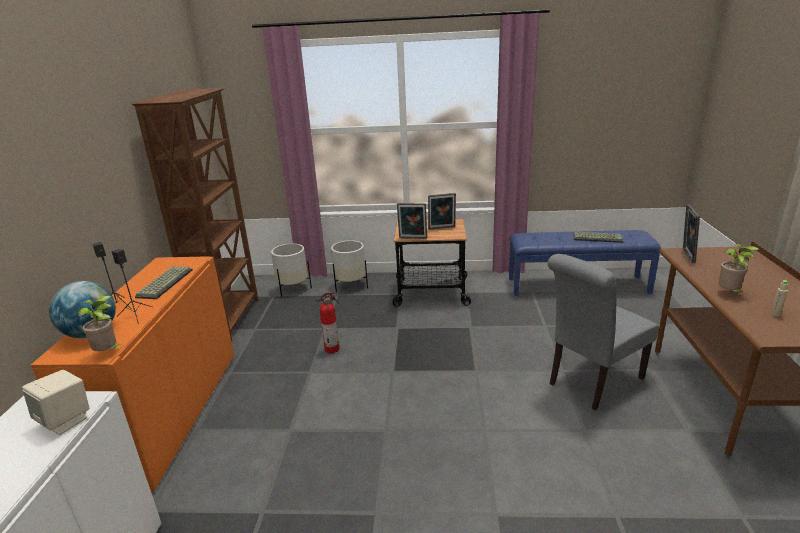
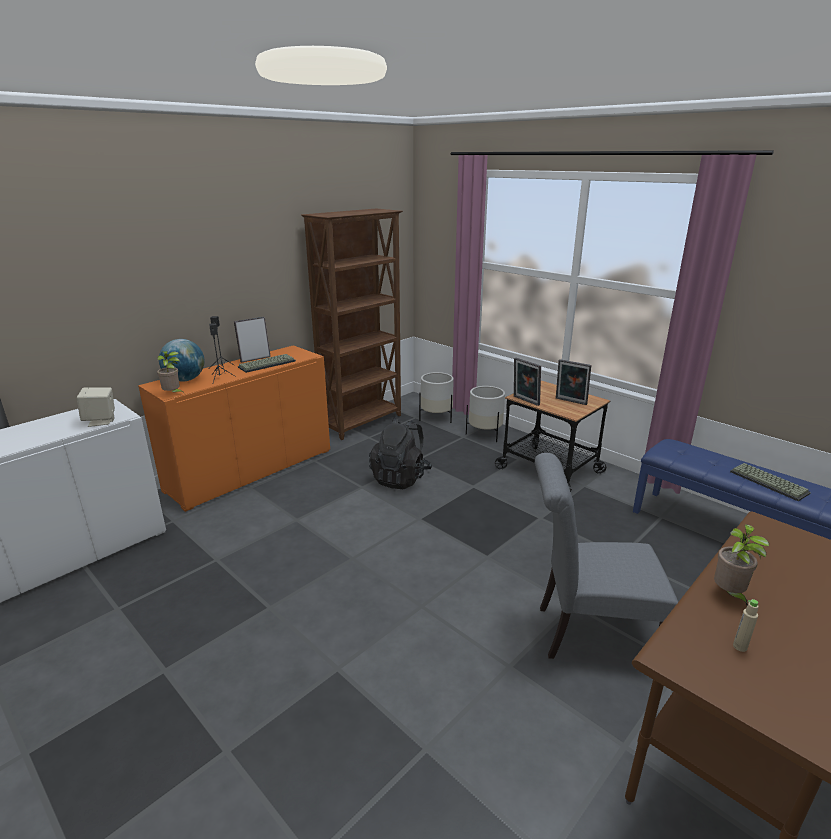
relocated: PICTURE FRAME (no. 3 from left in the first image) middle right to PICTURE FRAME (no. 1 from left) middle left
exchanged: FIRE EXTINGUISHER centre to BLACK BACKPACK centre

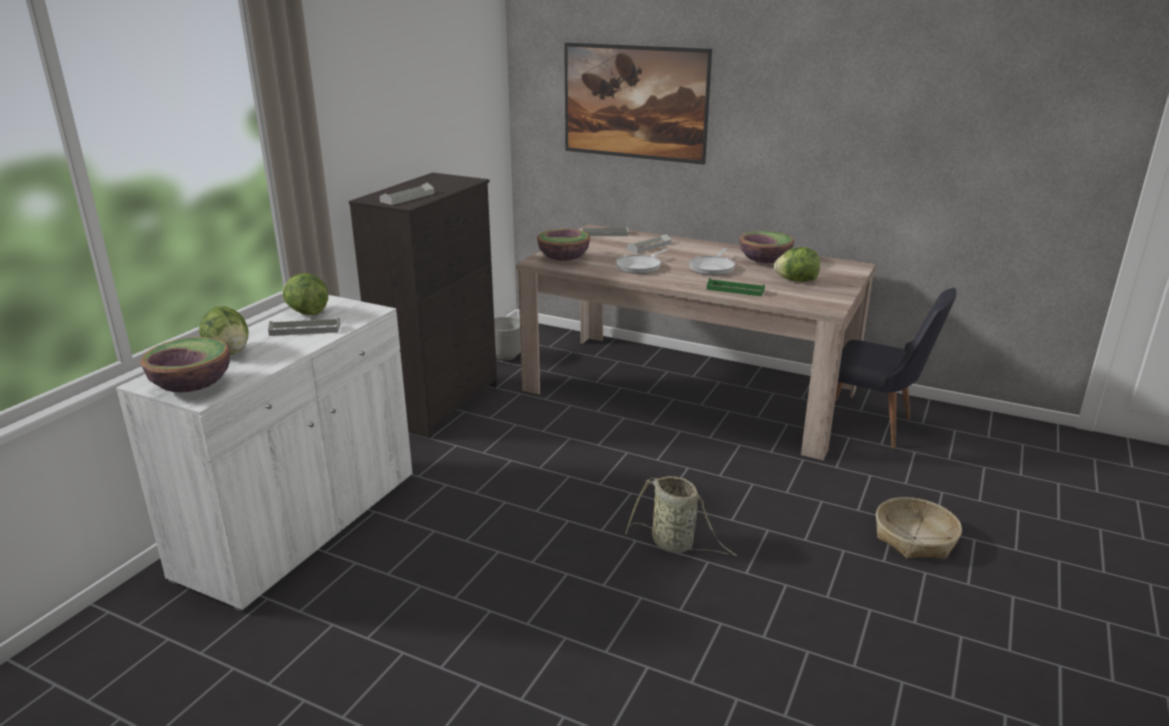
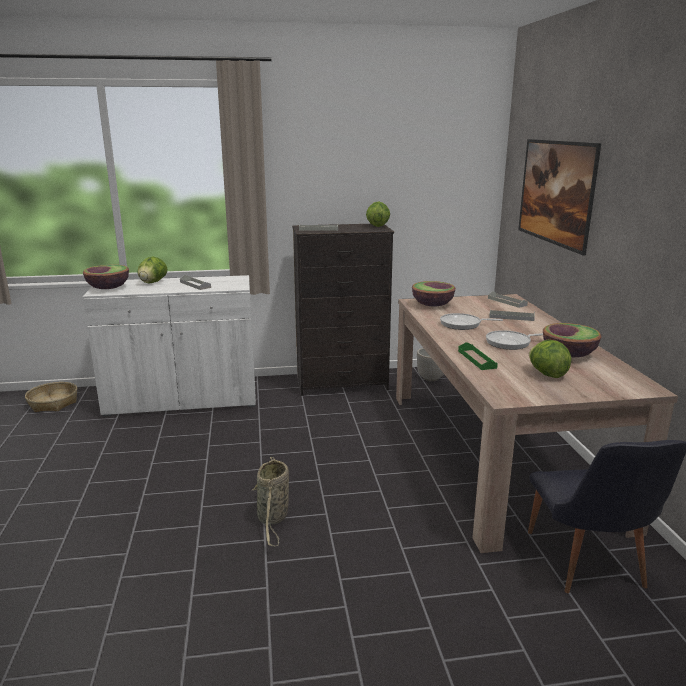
relocated: LETTUCE (no. 2 from left) middle left to top centre; BASKET (no. 2 from left in the first image) bottom right to BASKET (no. 1 from left) middle left

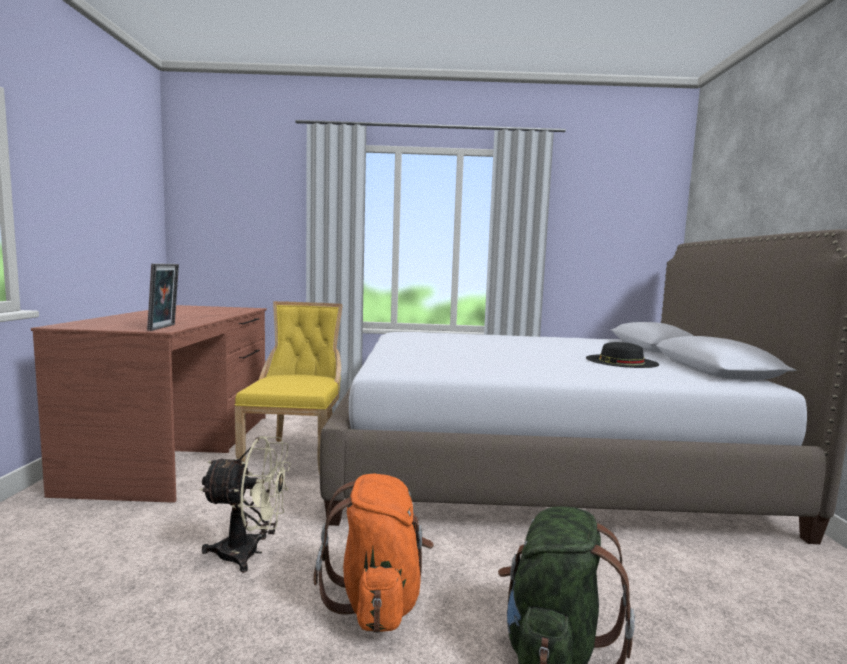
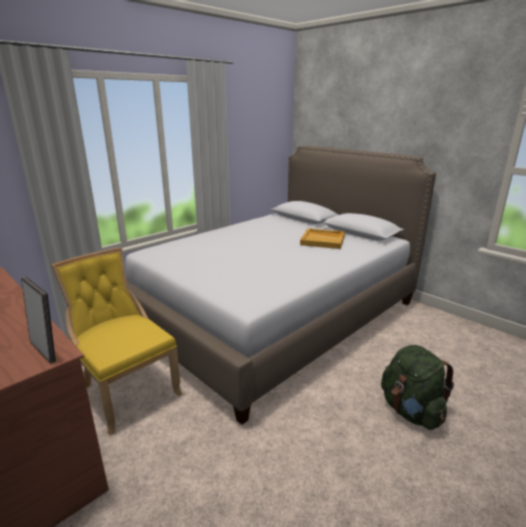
missing: BEIGE FAN bottom left; ORANGE BACKPACK bottom centre
exchanged: BLACK HAT middle right to BEIGE TRAY centre

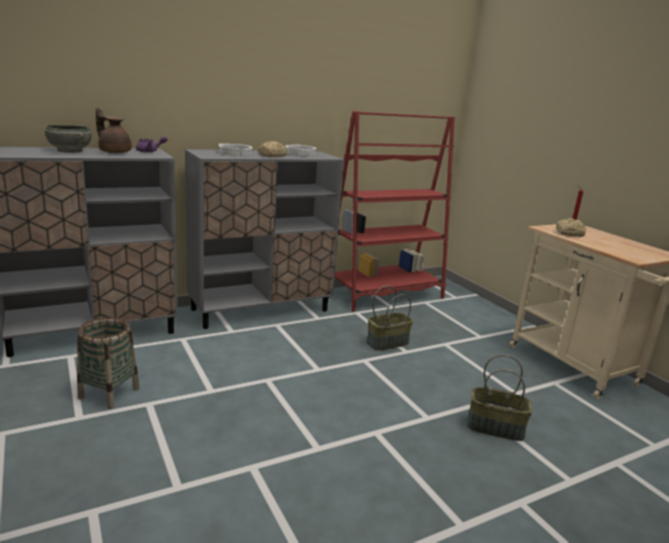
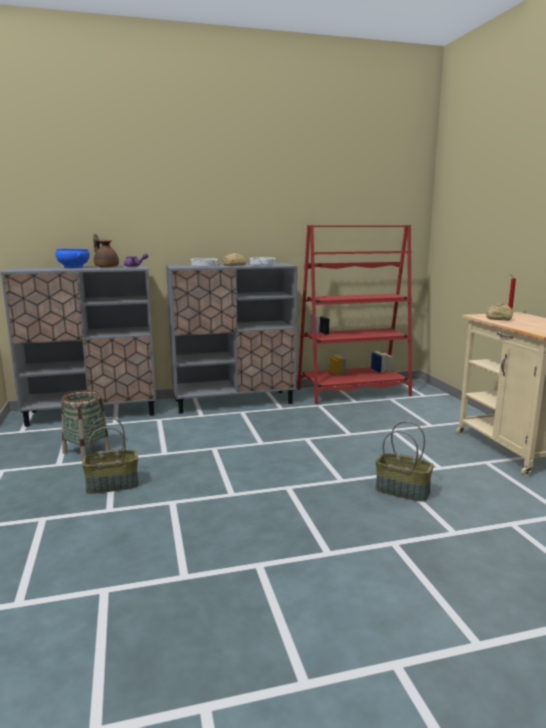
relocated: BASKET (no. 2 from left) centre to middle left
colour: GREY BOWL top left to BLUE BOWL middle left

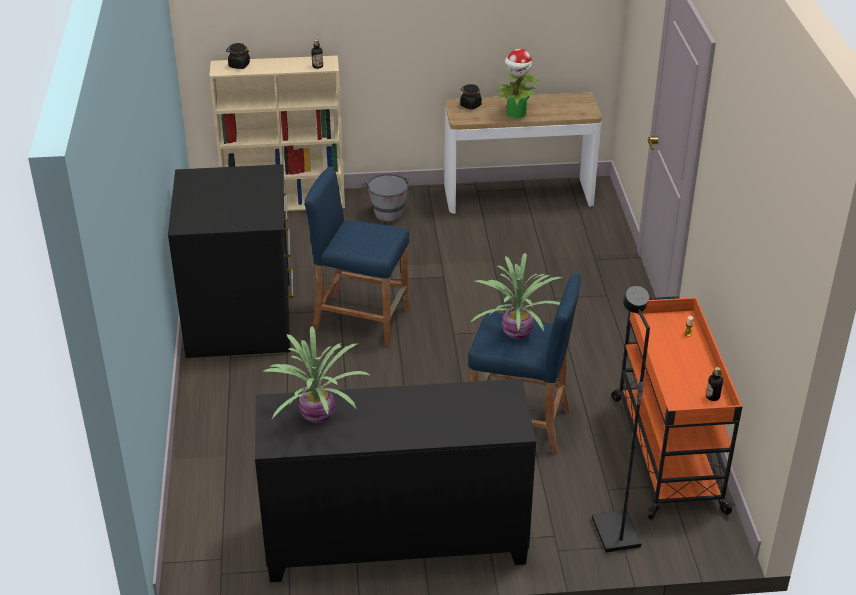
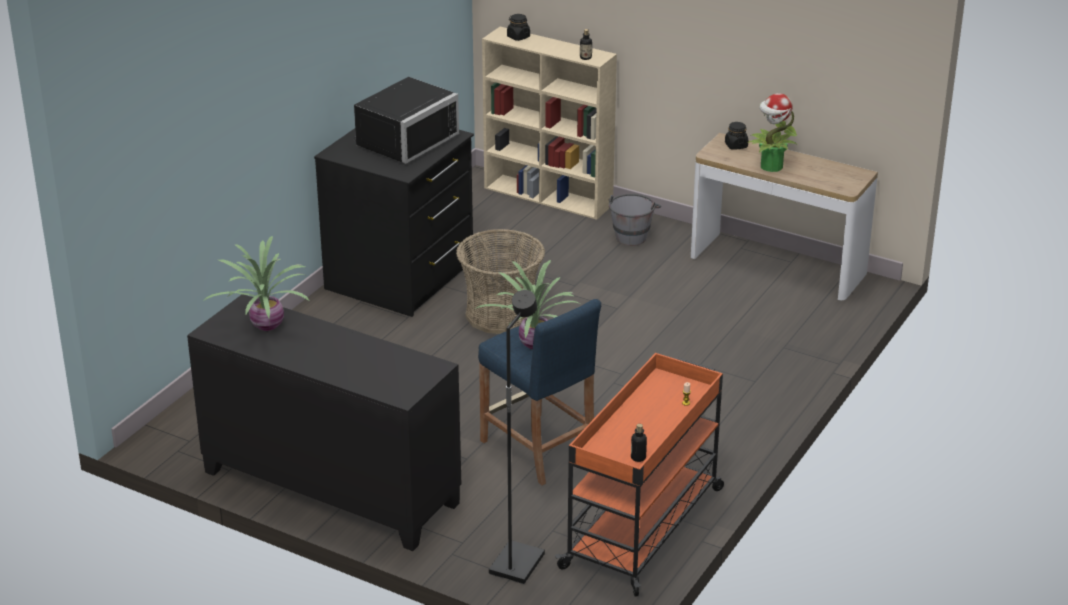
appeared: BLACK MICROWAVE top centre
exchanged: BLUE STOOL (no. 1 from left) centre to BASKET centre

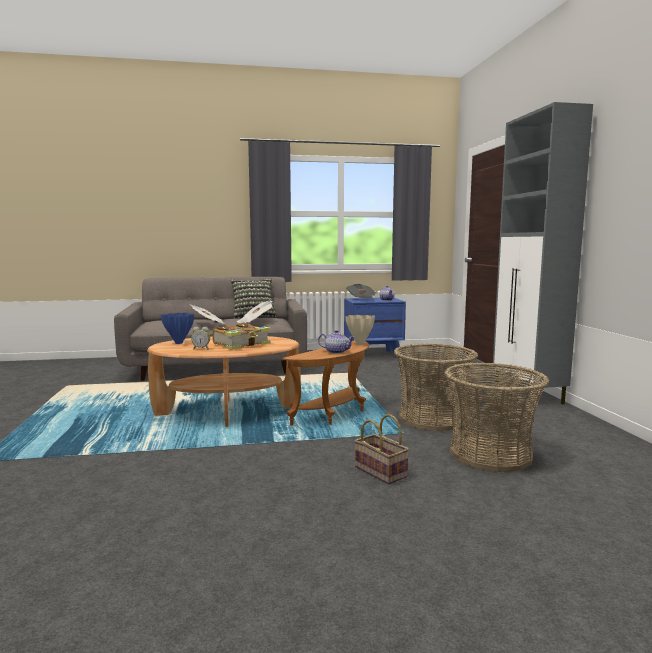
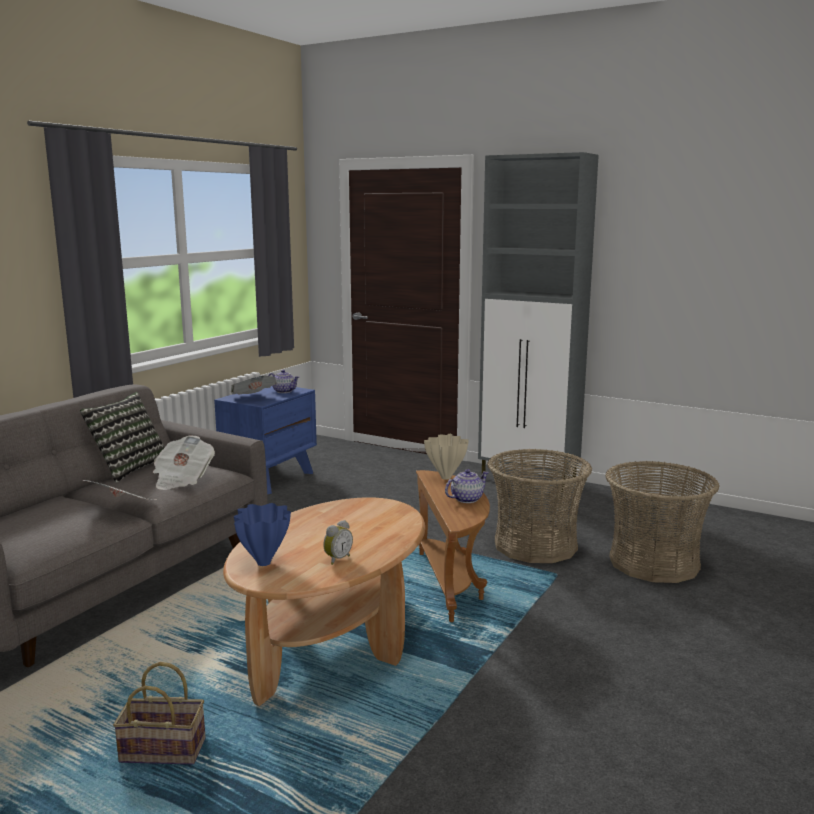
missing: BOOK centre
relocated: BASKET (no. 1 from left) bottom centre to bottom left

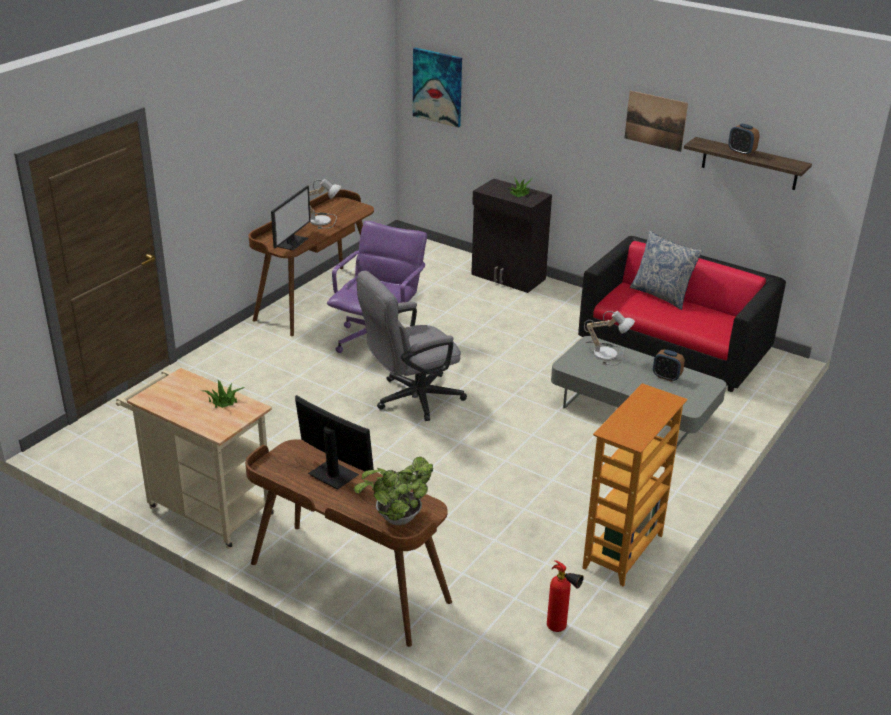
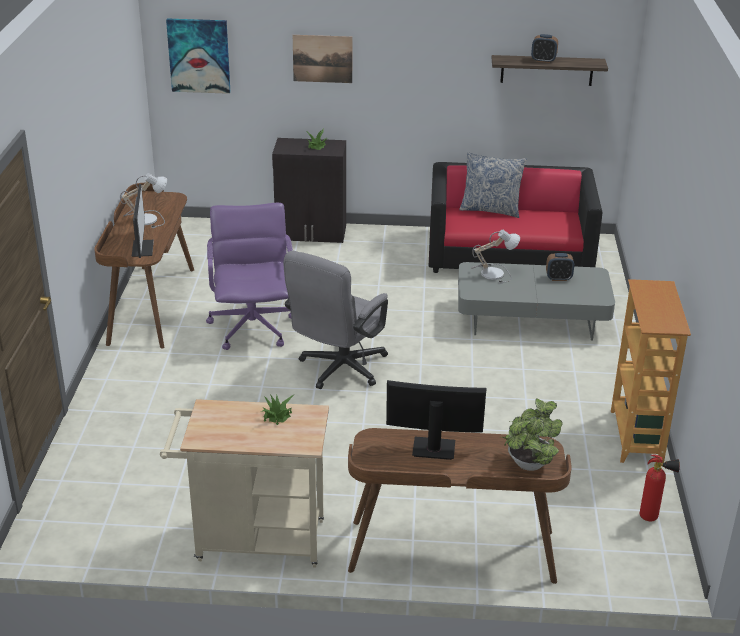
relocated: PICTURE (no. 2 from left) top right to top centre

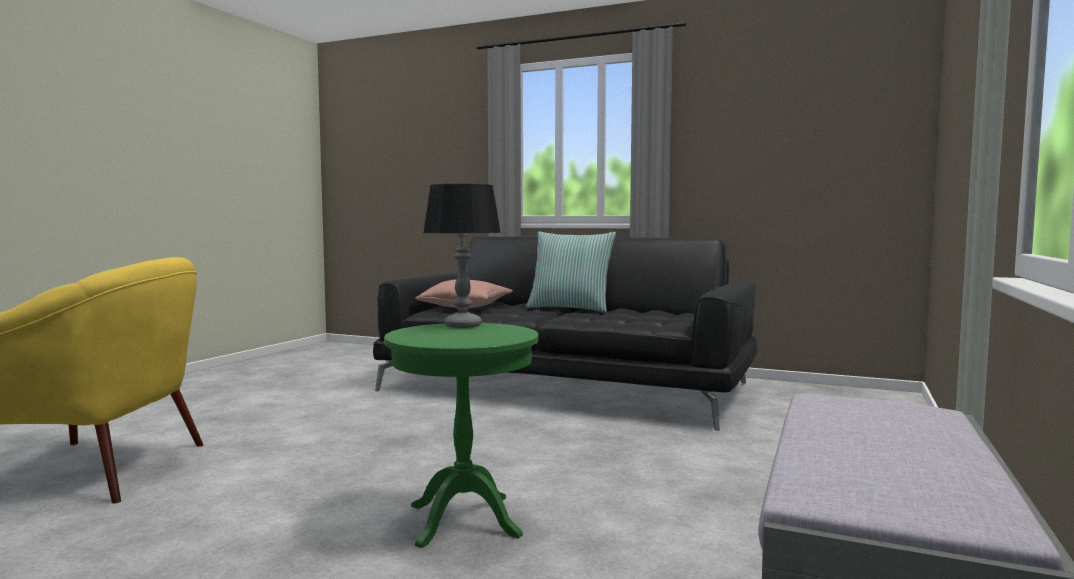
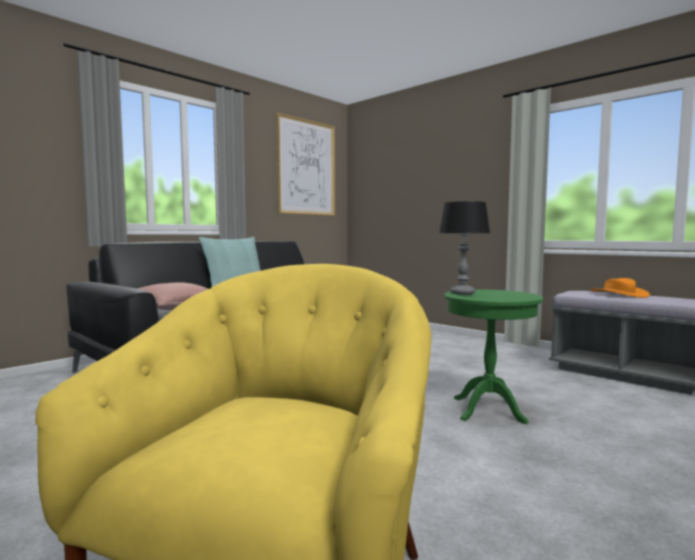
appeared: PICTURE top centre; ORANGE HAT middle right

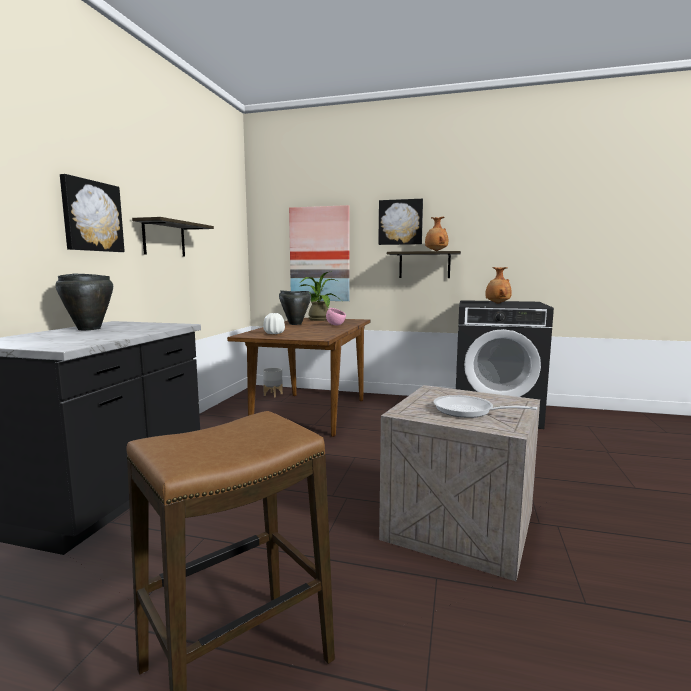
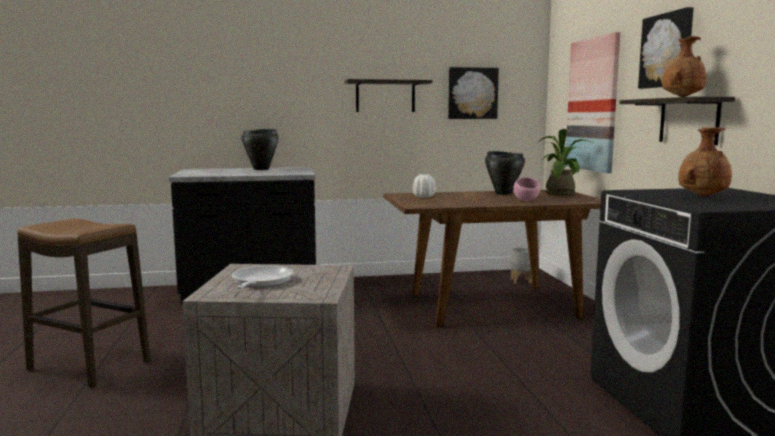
relocated: PICTURE (no. 1 from left) top left to top centre

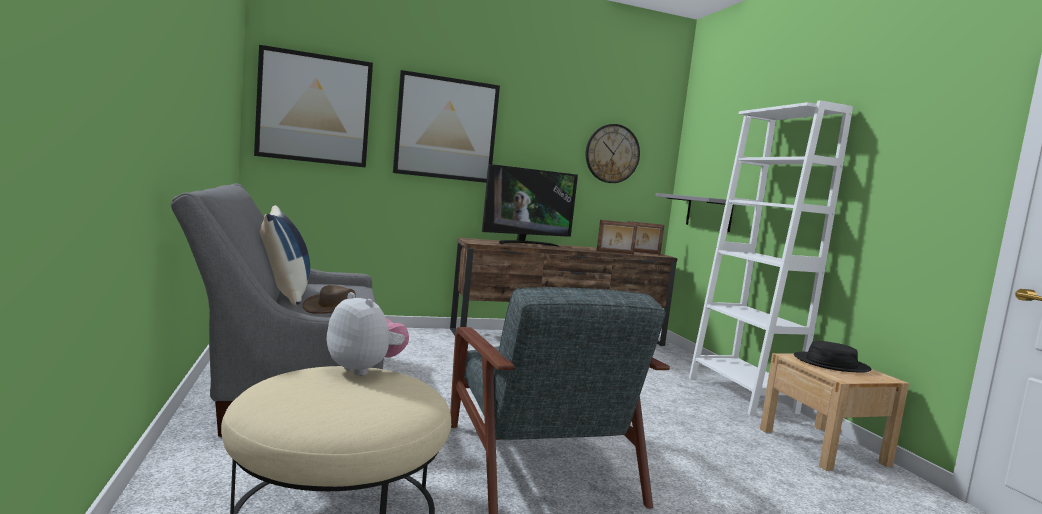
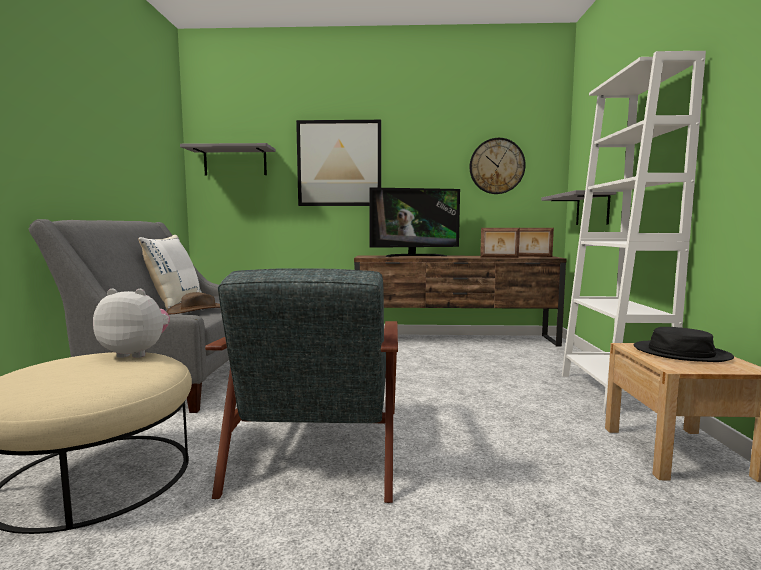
exchanged: PICTURE (no. 1 from left) top left to GREY SHELF (no. 1 from left) top left
colour: BLUE PILLOW middle left to WHITE PILLOW middle left
spun: PLUSH TOY centre = middle left 60 degrees counterclockwise

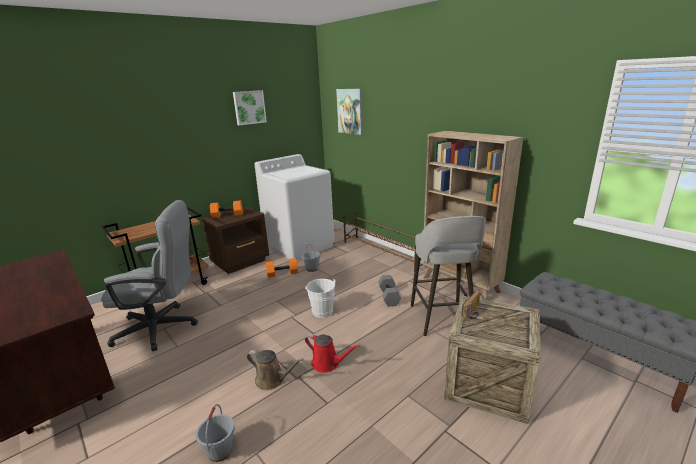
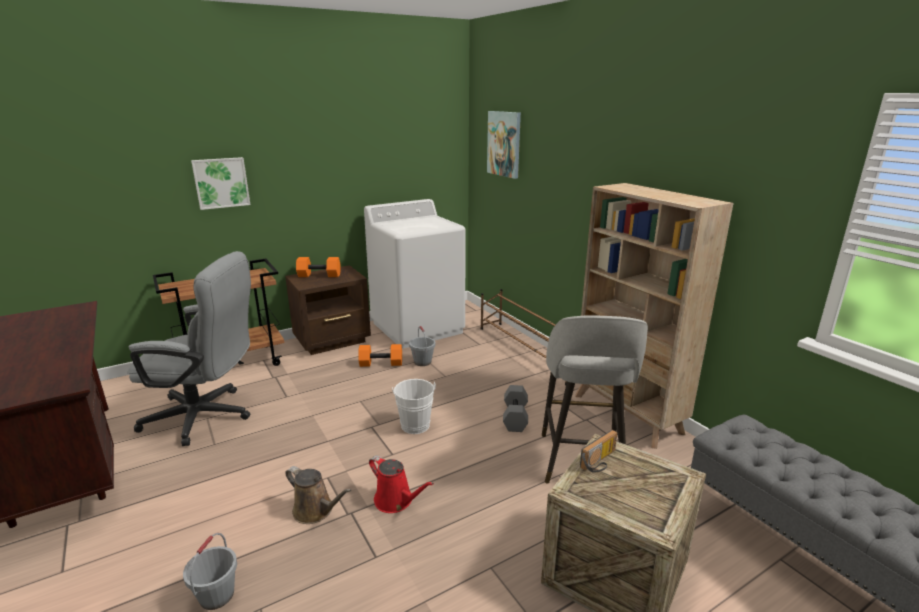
relocated: PICTURE (no. 1 from left) top centre to top left

